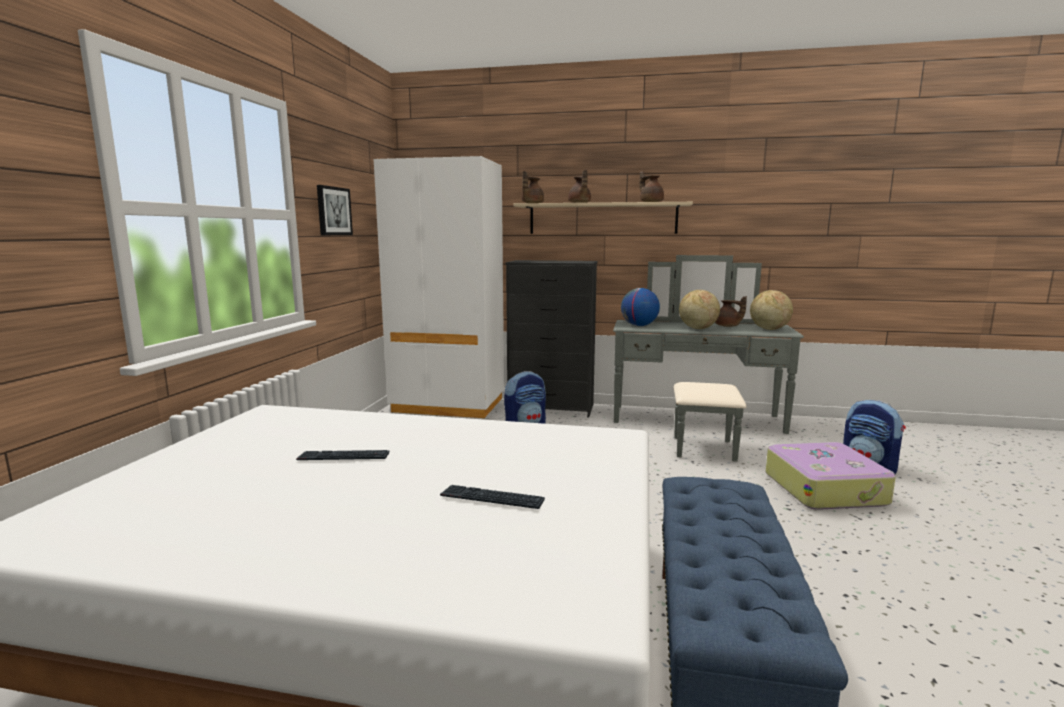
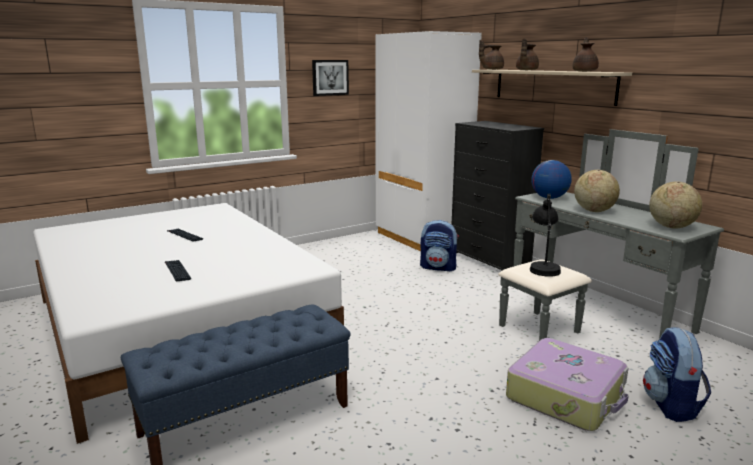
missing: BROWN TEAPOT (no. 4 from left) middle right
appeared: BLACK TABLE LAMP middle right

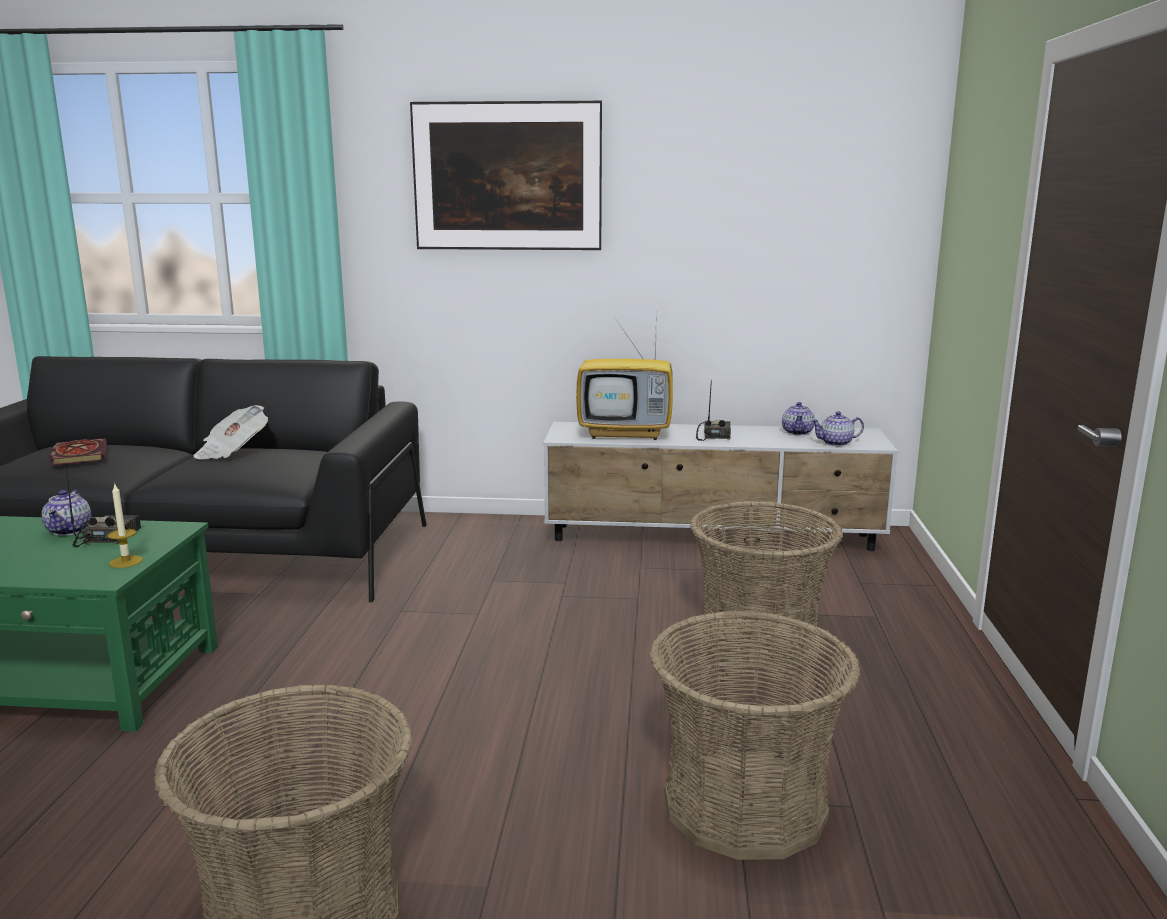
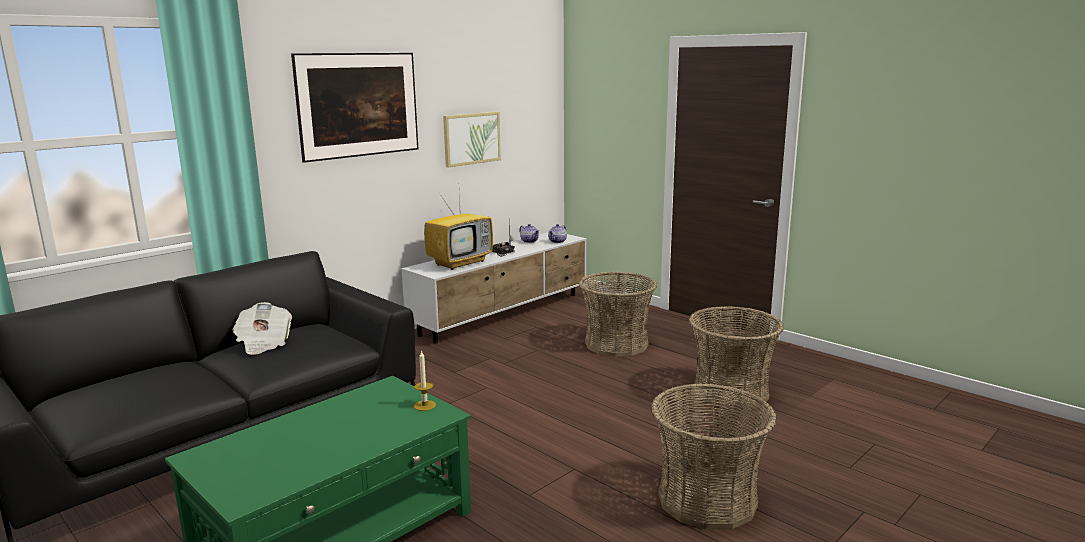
missing: TEAPOT (no. 1 from left) middle left; BOOK middle left; RADIO (no. 1 from left) middle left
appeared: PICTURE (no. 2 from left) top centre

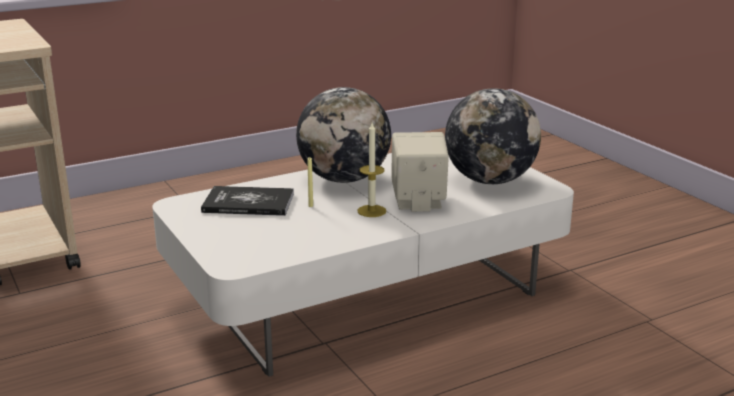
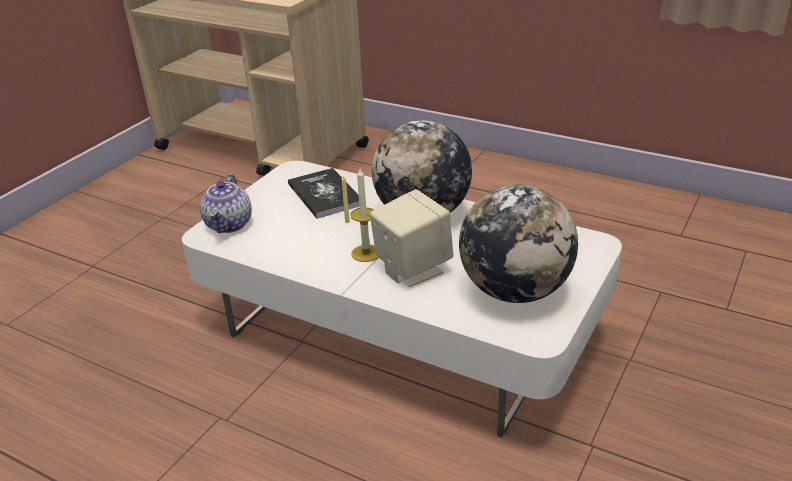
appeared: TEAPOT middle left

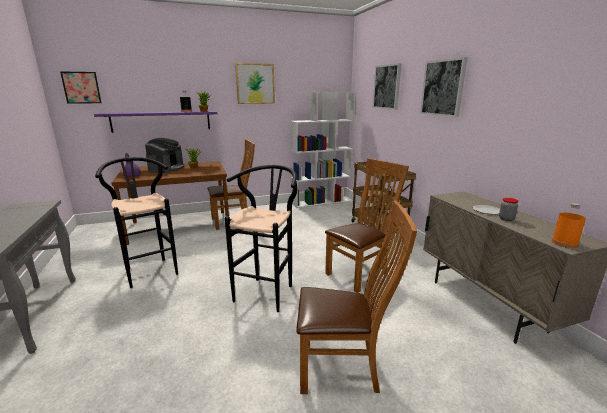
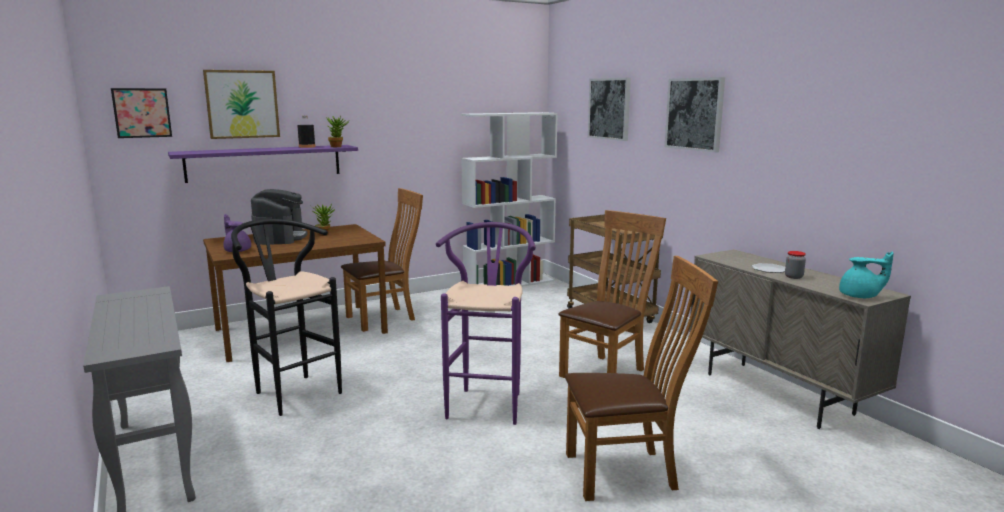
relocated: PICTURE (no. 2 from left) top centre to top left
exchanged: ORANGE BOTTLE middle right to TURQUOISE TEAPOT middle right
colour: BLACK STOOL (no. 2 from left) centre to PURPLE STOOL centre

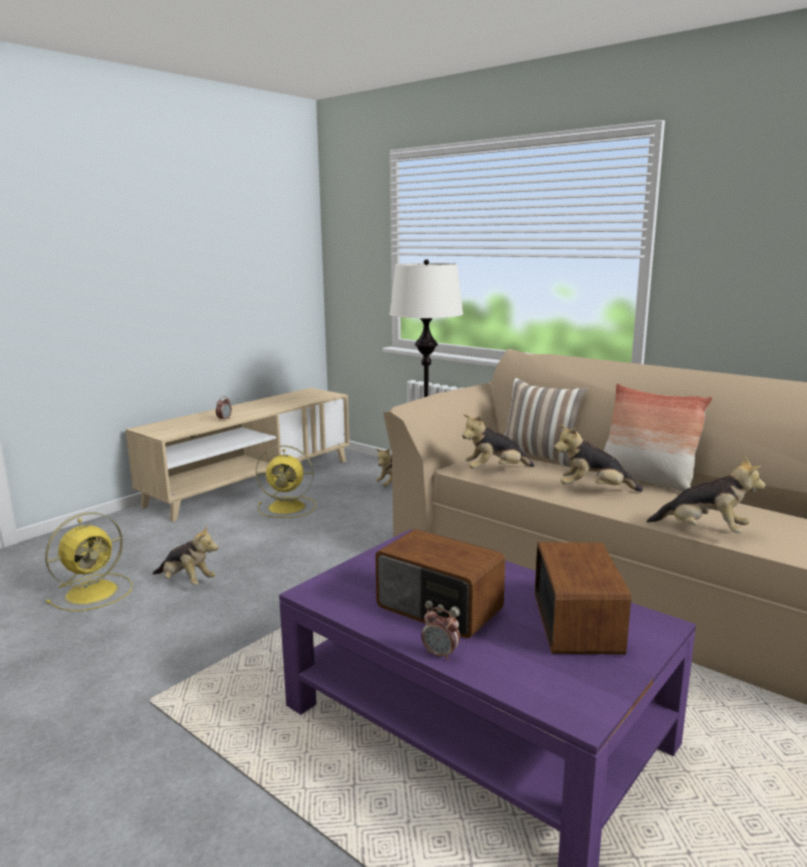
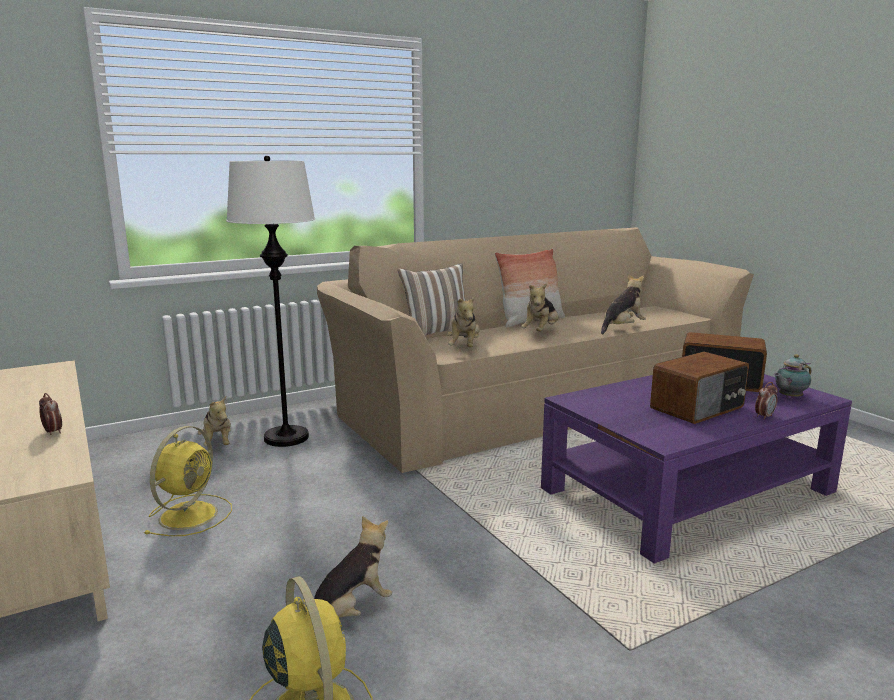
appeared: TEAPOT middle right

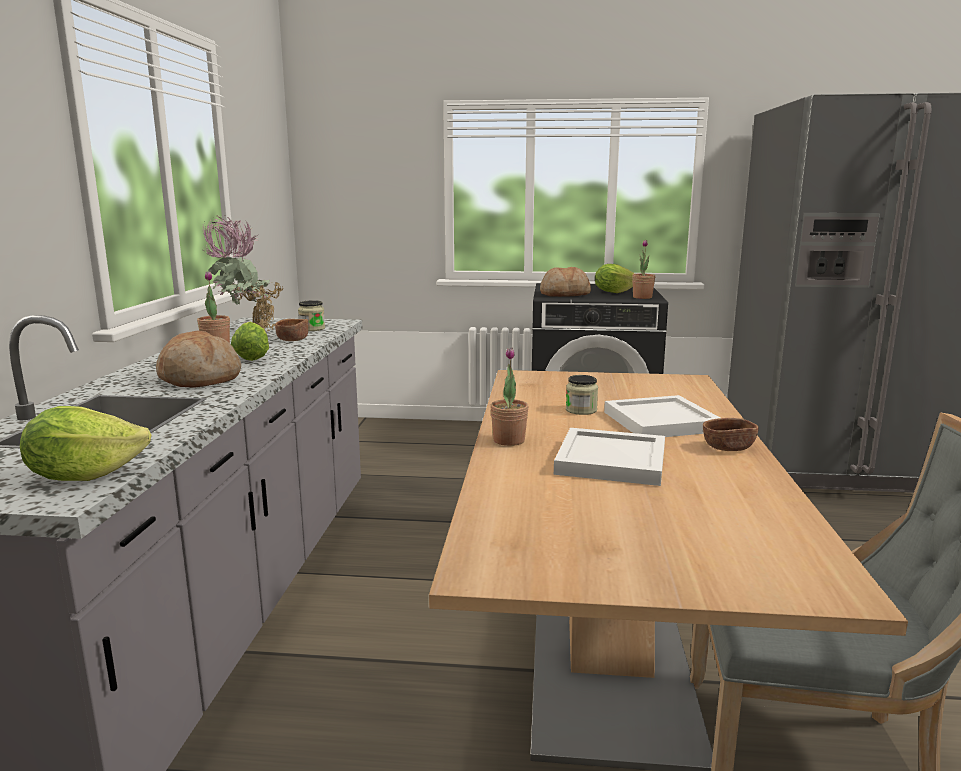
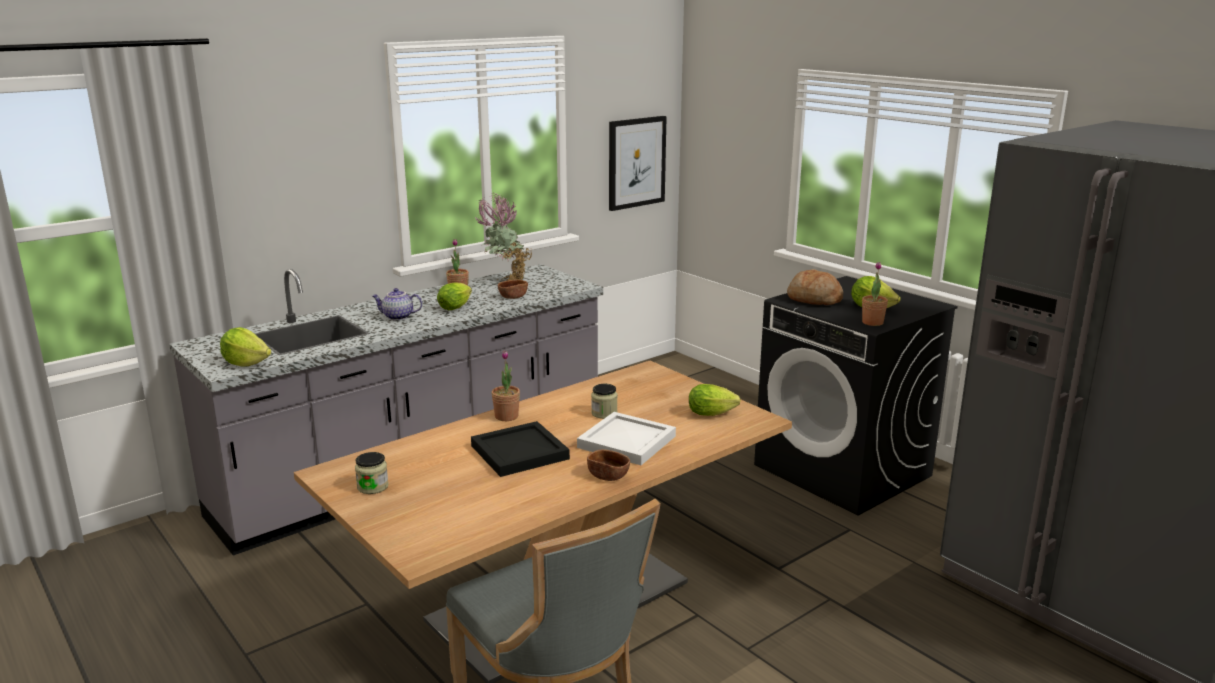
appeared: PICTURE top centre; LETTUCE (no. 3 from left) centre
relocated: JAR (no. 1 from left) middle left to bottom left
exchanged: BREAD (no. 1 from left) middle left to TEAPOT middle left
colour: WHITE TRAY (no. 1 from left) centre to BLACK TRAY centre

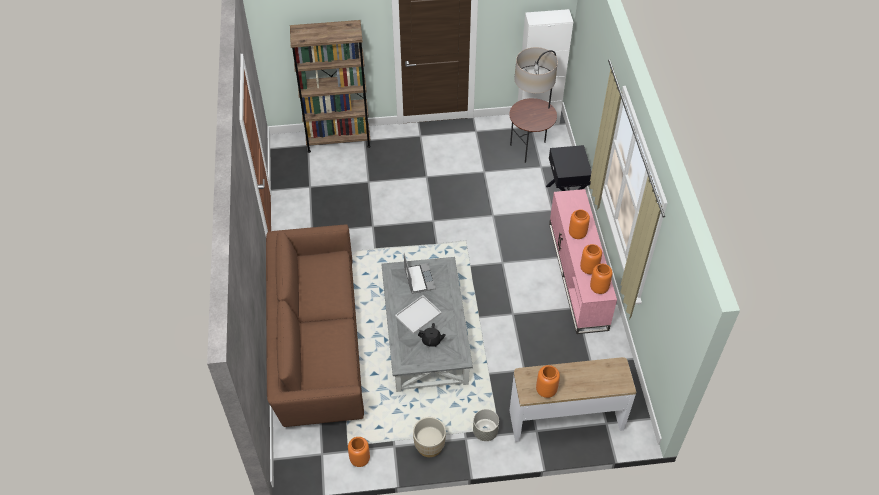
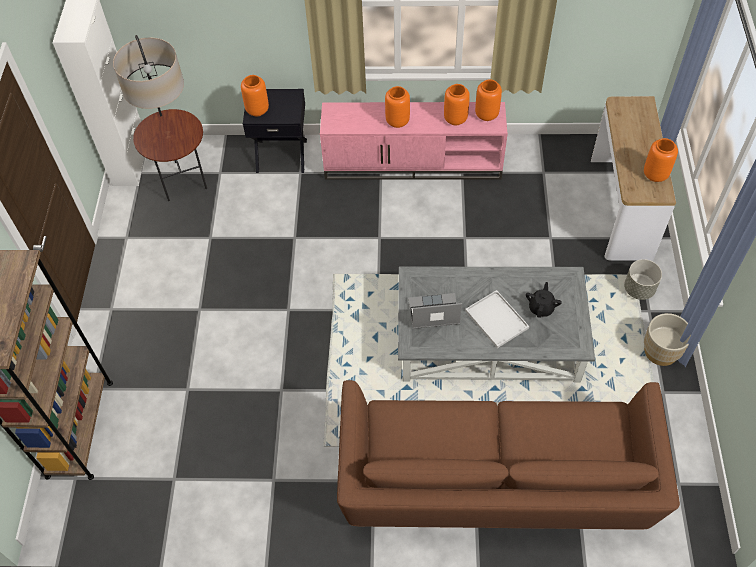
relocated: ORANGE VASE (no. 1 from left) bottom centre to top centre

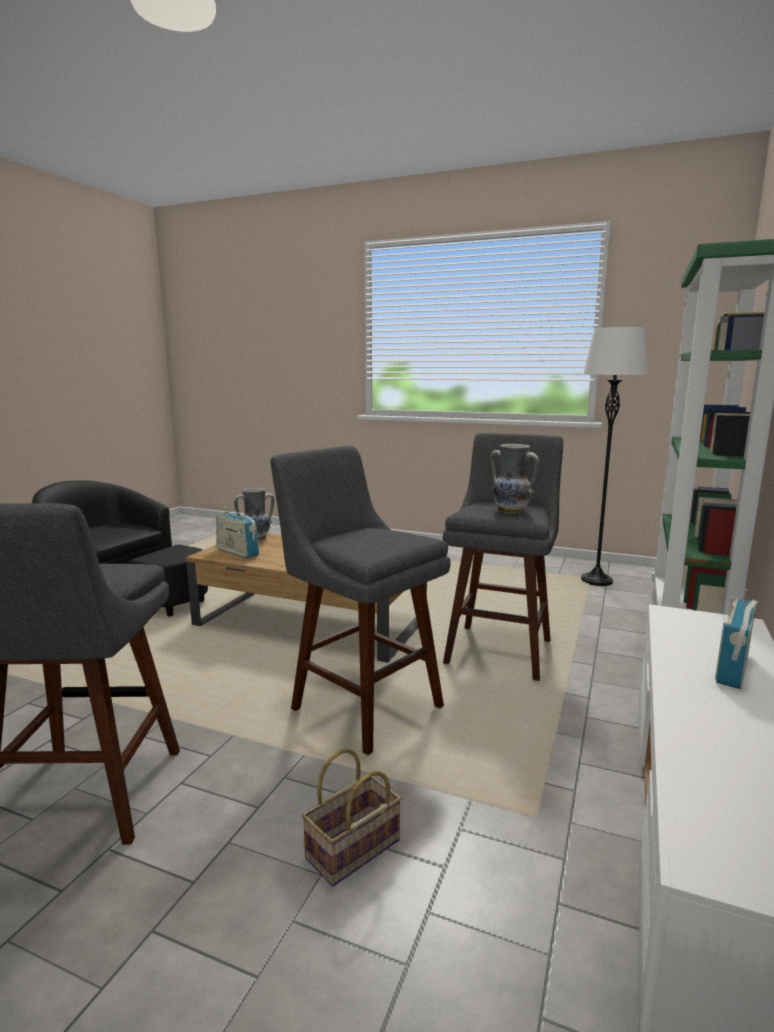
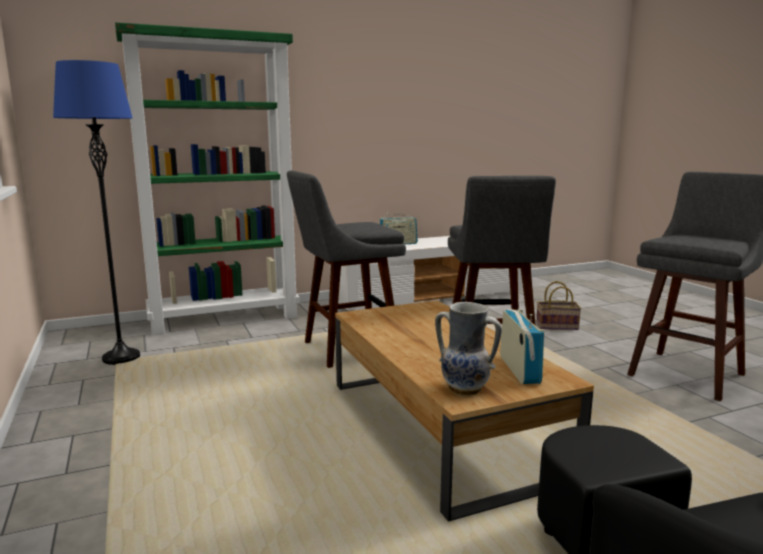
missing: VASE (no. 2 from left) centre
colour: WHITE FLOOR LAMP middle right to BLUE FLOOR LAMP middle left

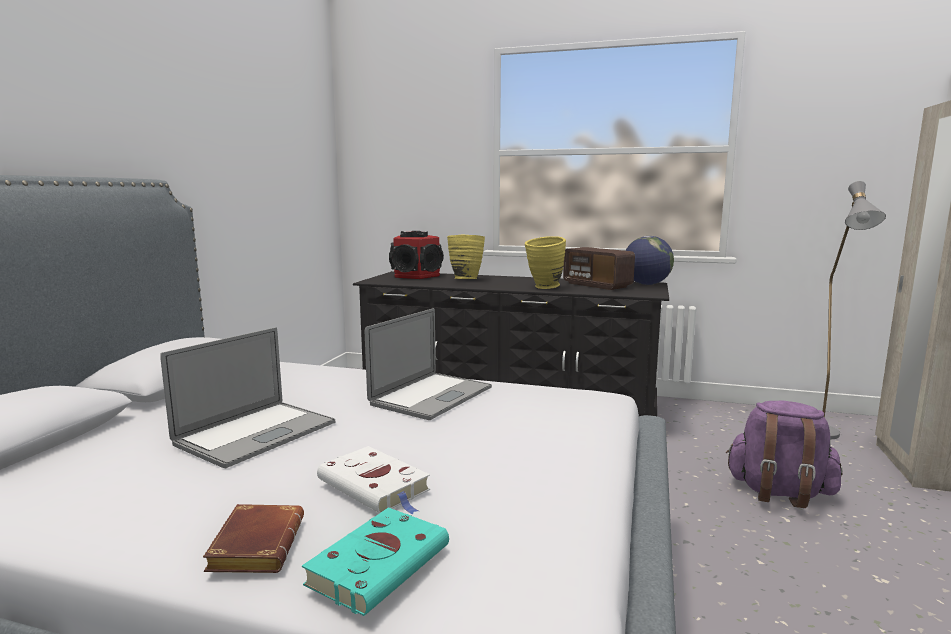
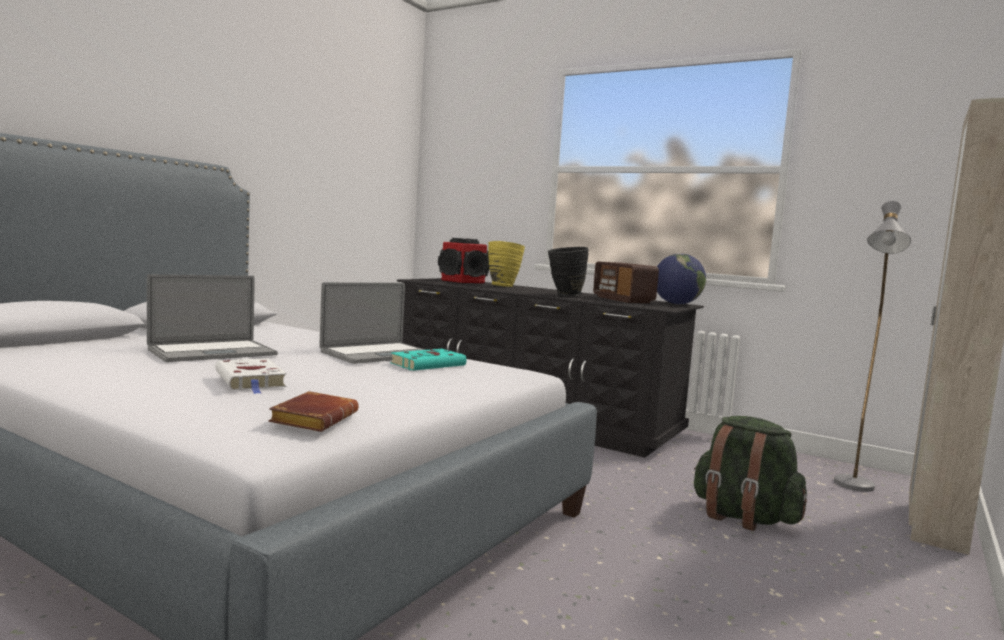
relocated: BROWN BOOK bottom left to middle left; TURQUOISE BOOK bottom centre to centre
colour: YELLOW VASE (no. 2 from left) centre to BLACK VASE centre; PURPLE BACKPACK bottom right to GREEN BACKPACK bottom right

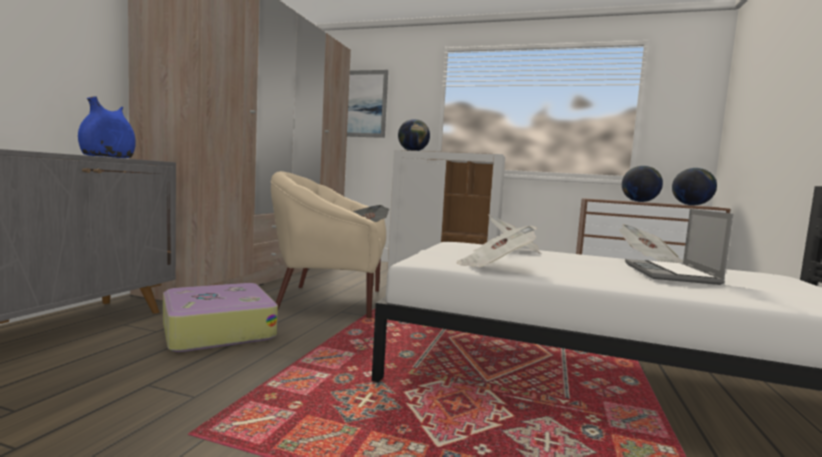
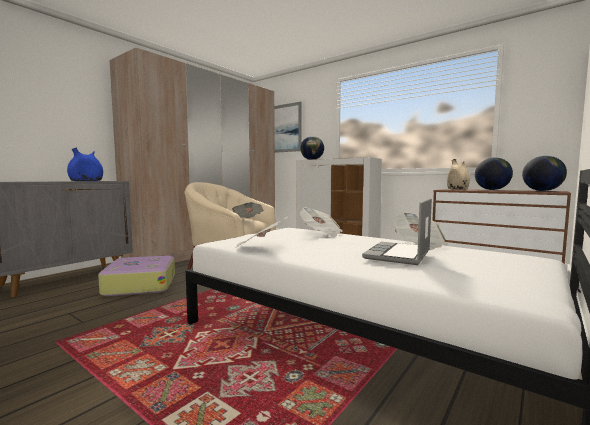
appeared: BEIGE VASE middle right

